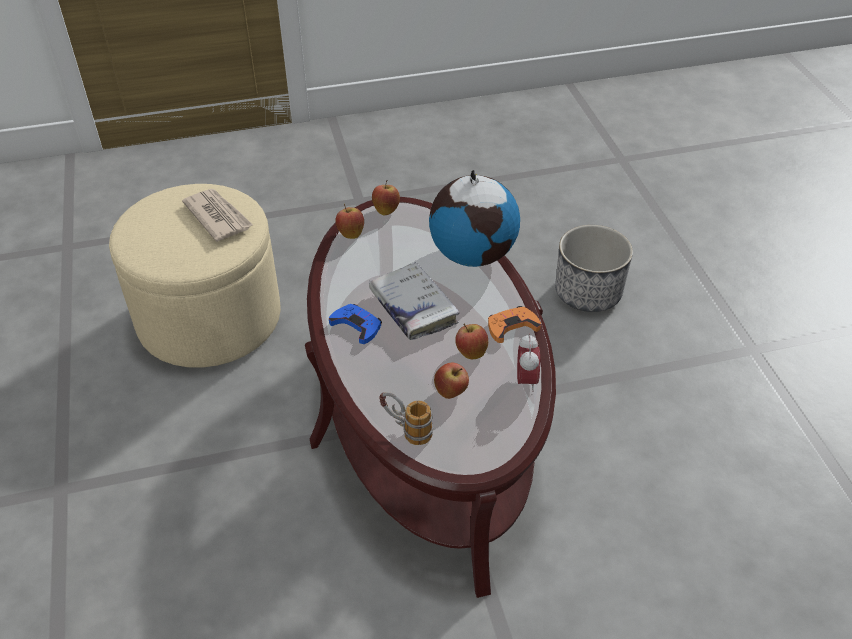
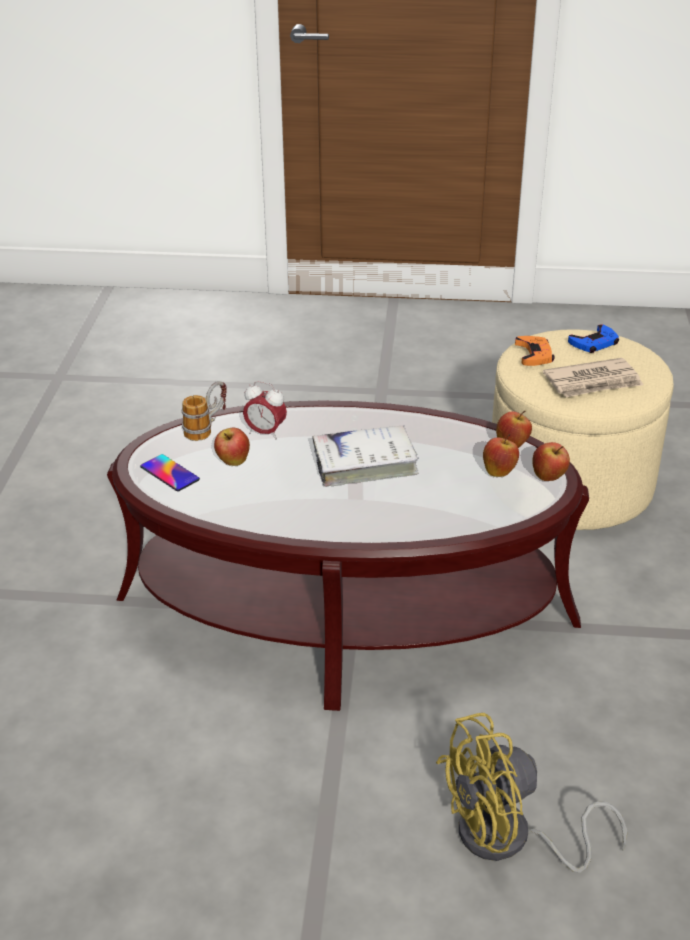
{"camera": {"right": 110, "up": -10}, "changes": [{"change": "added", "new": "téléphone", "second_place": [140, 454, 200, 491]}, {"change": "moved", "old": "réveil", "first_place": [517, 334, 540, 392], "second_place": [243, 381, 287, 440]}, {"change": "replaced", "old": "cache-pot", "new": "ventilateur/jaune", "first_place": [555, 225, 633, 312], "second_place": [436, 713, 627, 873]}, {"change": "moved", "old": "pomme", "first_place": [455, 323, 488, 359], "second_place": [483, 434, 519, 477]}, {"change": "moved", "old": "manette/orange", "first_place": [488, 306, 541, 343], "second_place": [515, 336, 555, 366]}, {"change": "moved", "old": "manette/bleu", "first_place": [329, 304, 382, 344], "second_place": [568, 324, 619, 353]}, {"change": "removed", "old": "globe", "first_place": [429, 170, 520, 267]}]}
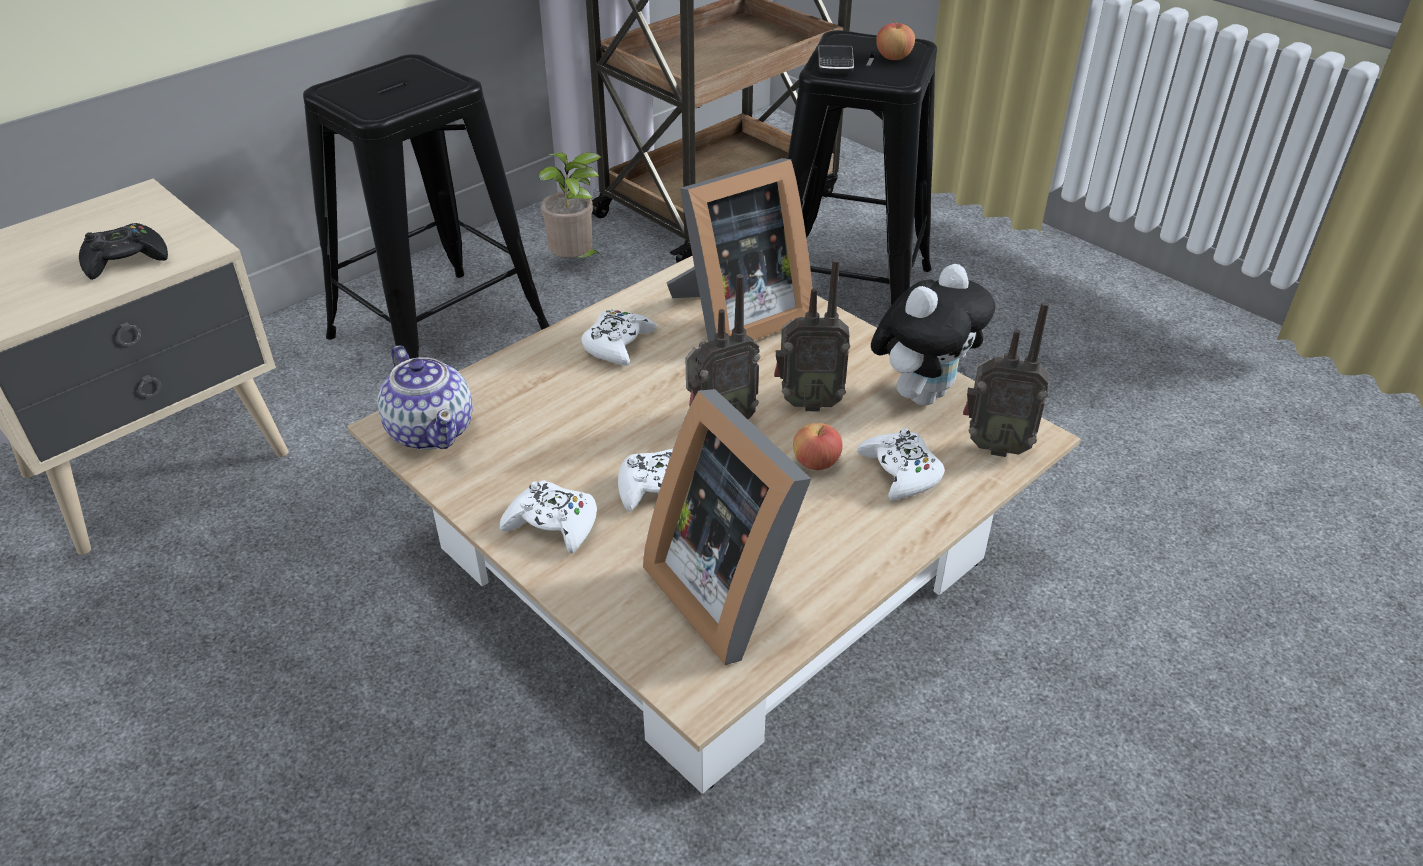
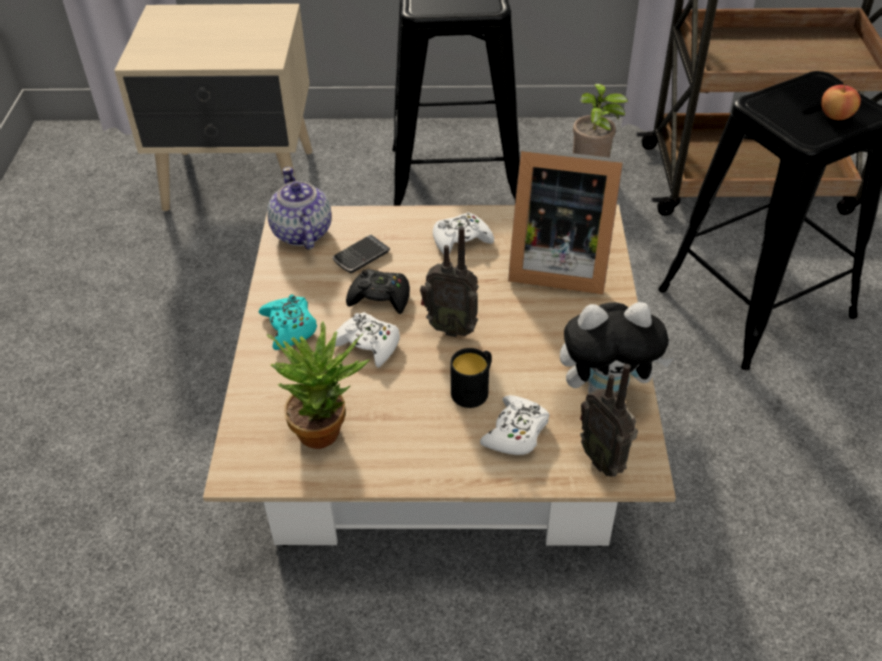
{"camera": {"right": 45, "up": 5}, "changes": [{"change": "recoloured", "old": "manette/blanc", "new": "manette/turquoise", "first_place": [500, 480, 597, 554], "second_place": [259, 294, 317, 350]}, {"change": "turned", "old": "théière", "first_place": [377, 346, 473, 450], "second_place": [267, 167, 331, 250], "degrees": 150}, {"change": "replaced", "old": "cadre photo", "new": "plante en pot", "first_place": [643, 389, 811, 665], "second_place": [267, 321, 370, 449]}, {"change": "moved", "old": "téléphone", "first_place": [818, 45, 854, 74], "second_place": [333, 235, 390, 273]}, {"change": "moved", "old": "manette/noir", "first_place": [79, 223, 168, 280], "second_place": [346, 269, 410, 314]}, {"change": "replaced", "old": "pomme", "new": "mug/noir", "first_place": [793, 423, 843, 470], "second_place": [450, 348, 492, 408]}, {"change": "removed", "old": "radio", "first_place": [774, 259, 850, 412]}]}
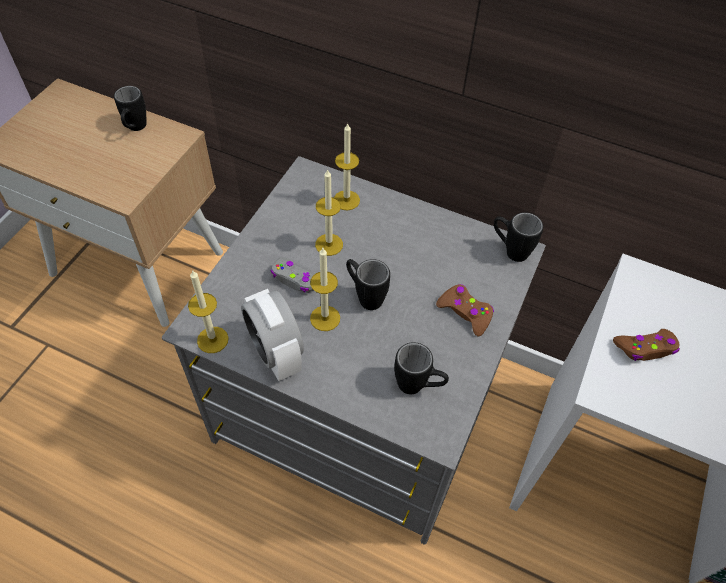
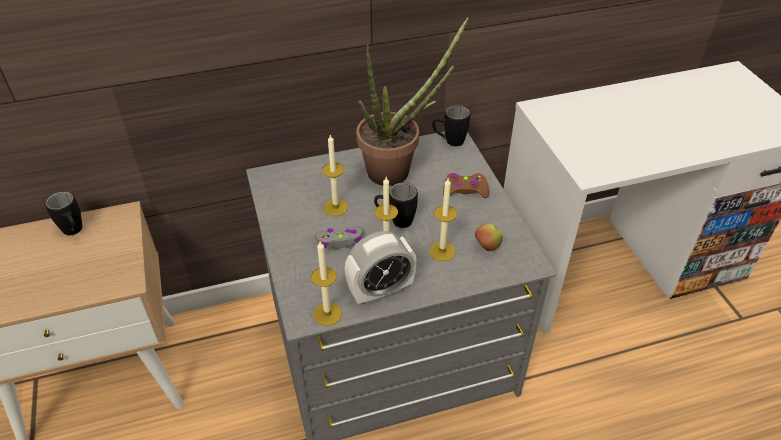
{"camera": {"right": -40, "up": -10}, "changes": [{"change": "turned", "old": "réveil", "first_place": [241, 289, 304, 381], "second_place": [345, 231, 417, 305], "degrees": -45}, {"change": "added", "new": "plante en pot", "second_place": [356, 17, 468, 186]}, {"change": "moved", "old": "bougie", "first_place": [334, 123, 360, 210], "second_place": [429, 178, 457, 261]}, {"change": "replaced", "old": "mug/noir", "new": "pomme", "first_place": [394, 342, 449, 394], "second_place": [475, 224, 503, 251]}, {"change": "removed", "old": "manette/marron", "first_place": [613, 329, 680, 361]}]}
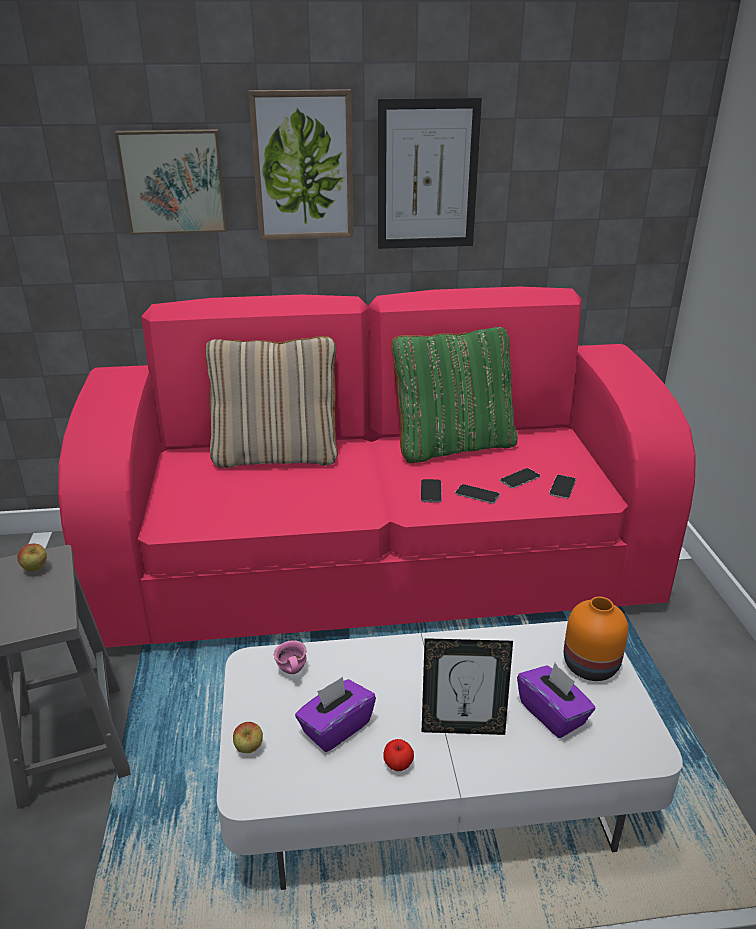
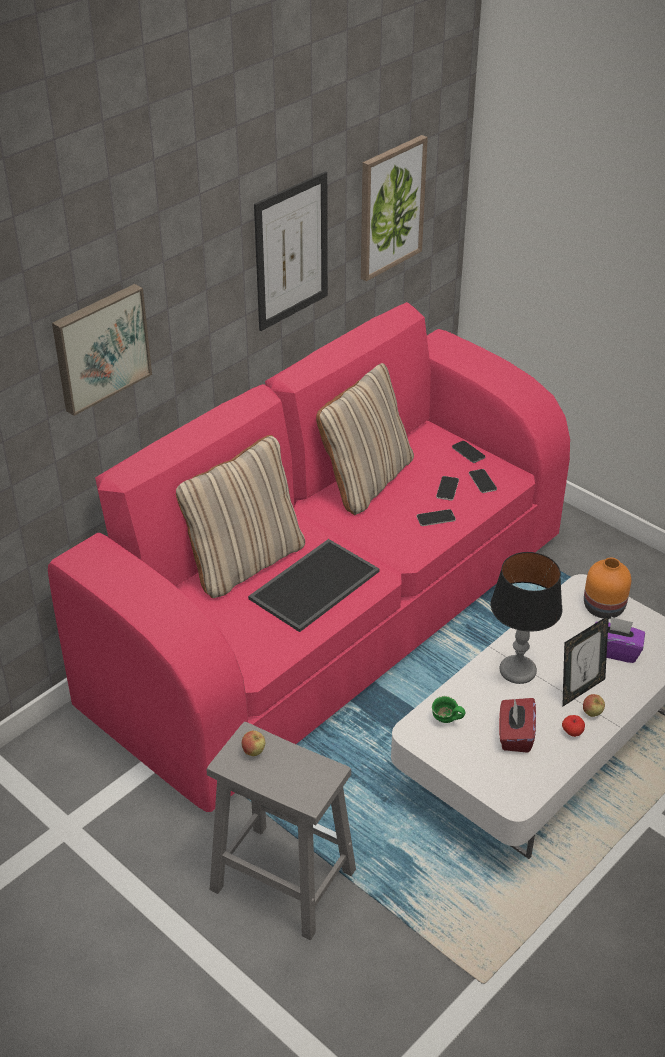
{"camera": {"right": -40, "up": 10}, "changes": [{"change": "added", "new": "plateau", "second_place": [248, 539, 379, 632]}, {"change": "recoloured", "old": "coussin/vert", "new": "coussin/beige", "first_place": [392, 327, 518, 463], "second_place": [316, 363, 414, 515]}, {"change": "moved", "old": "tableau", "first_place": [248, 89, 354, 240], "second_place": [361, 135, 428, 281]}, {"change": "recoloured", "old": "mug/rose", "new": "mug/vert", "first_place": [274, 640, 307, 674], "second_place": [432, 696, 466, 723]}, {"change": "moved", "old": "téléphone", "first_place": [421, 479, 442, 503], "second_place": [452, 441, 485, 463]}, {"change": "added", "new": "lampe de table", "second_place": [491, 552, 563, 684]}, {"change": "recoloured", "old": "boîte à mouchoirs/violet", "new": "boîte à mouchoirs/rouge", "first_place": [295, 677, 376, 752], "second_place": [499, 698, 536, 753]}, {"change": "moved", "old": "pomme", "first_place": [233, 722, 263, 753], "second_place": [583, 694, 605, 717]}]}
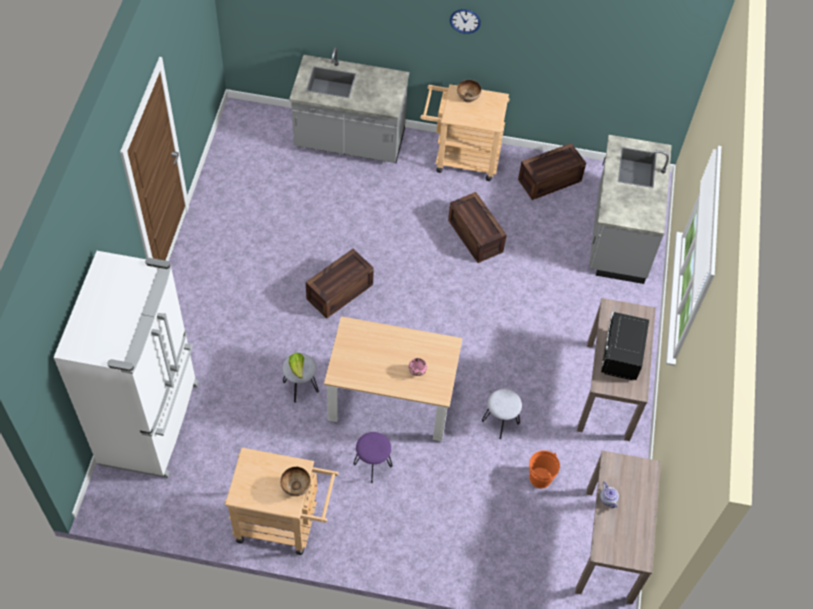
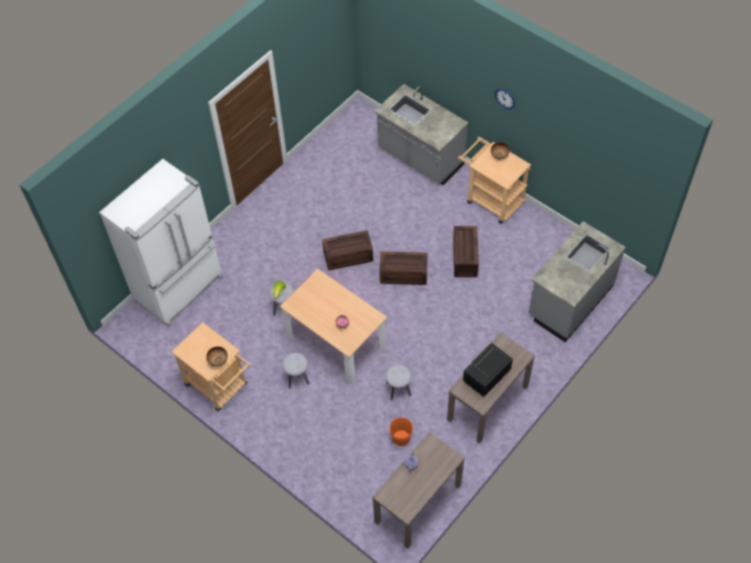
{"camera": {"right": 35, "up": 0}, "changes": [{"change": "recoloured", "old": "tabouret/violet", "new": "tabouret/gris", "first_place": [353, 432, 393, 483], "second_place": [282, 353, 309, 389]}, {"change": "moved", "old": "caisse", "first_place": [518, 143, 586, 200], "second_place": [380, 251, 427, 285]}]}
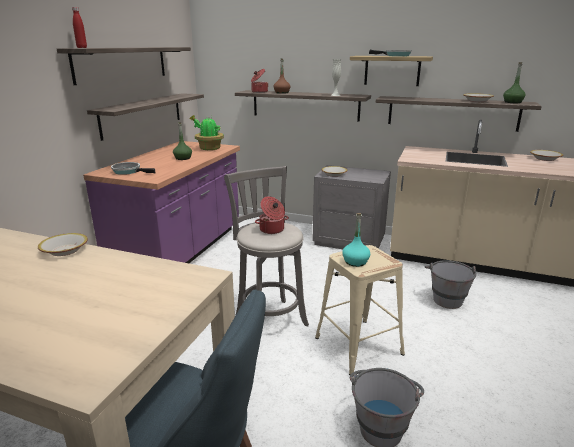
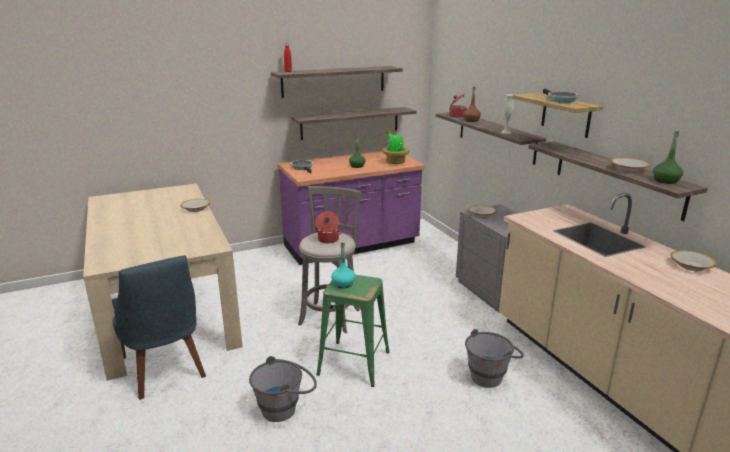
{"camera": {"right": 45, "up": 0}, "changes": [{"change": "recoloured", "old": "tabouret/beige", "new": "tabouret/vert", "first_place": [315, 245, 405, 375], "second_place": [316, 275, 390, 387]}]}
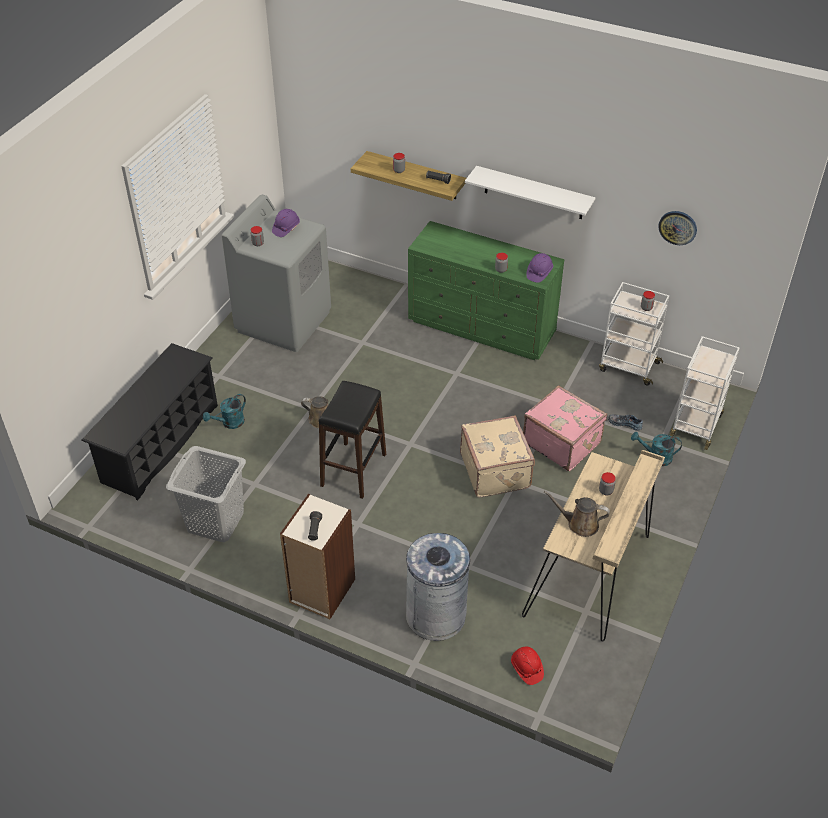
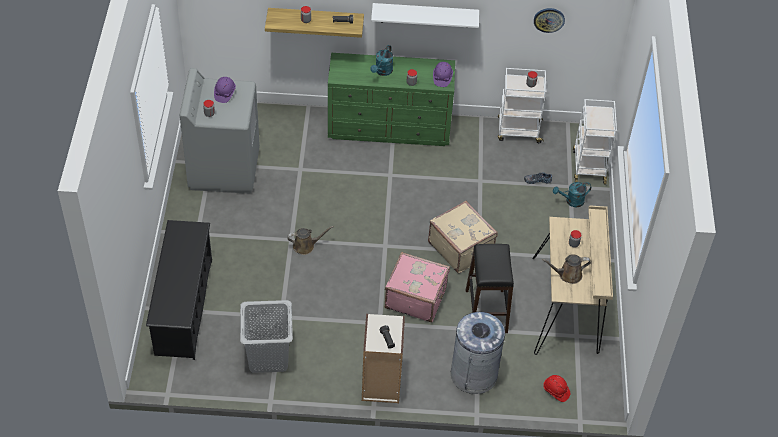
{"camera": {"right": -25, "up": 5}, "changes": [{"change": "moved", "old": "arrosoir/turquoise", "first_place": [203, 394, 246, 429], "second_place": [370, 45, 393, 76]}, {"change": "moved", "old": "valise/rose", "first_place": [523, 385, 607, 471], "second_place": [385, 252, 450, 322]}, {"change": "moved", "old": "tabouret/noir", "first_place": [319, 381, 386, 499], "second_place": [466, 244, 514, 333]}]}
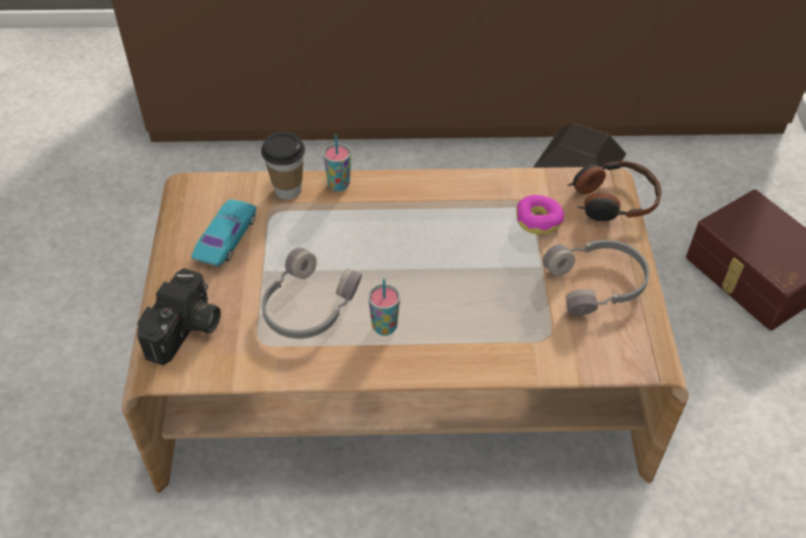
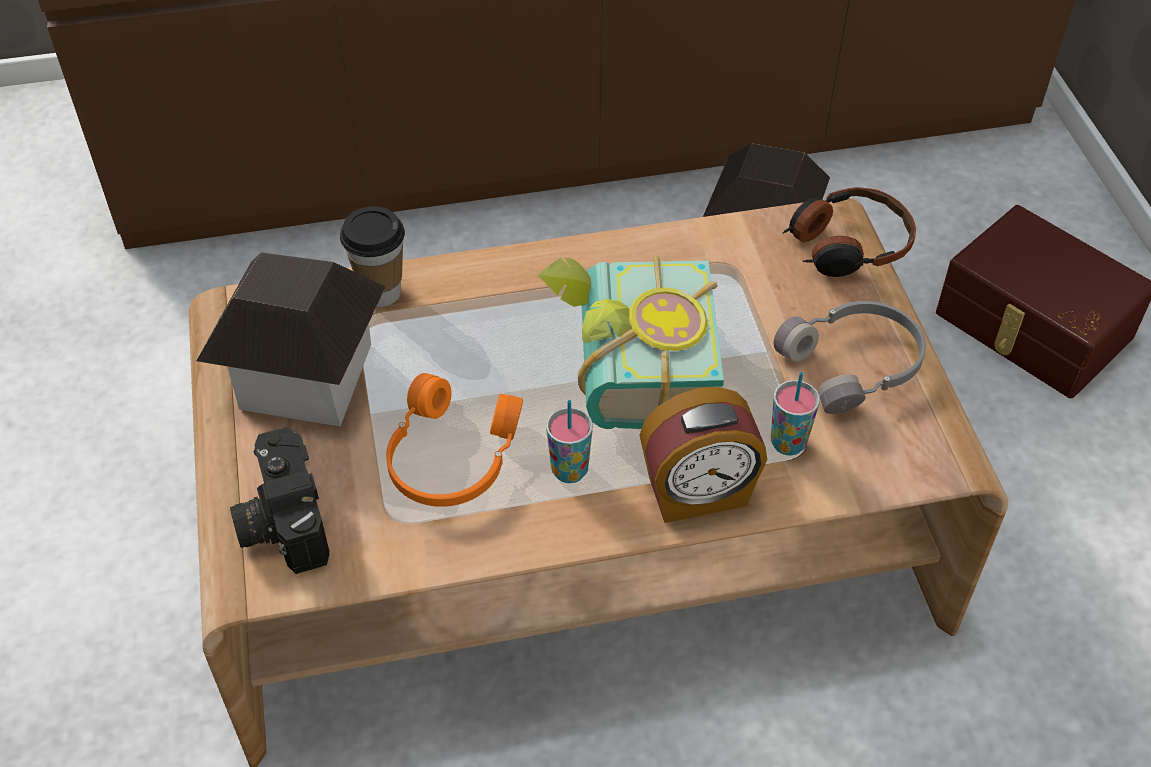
{"camera": {"right": -10, "up": 0}, "changes": [{"change": "replaced", "old": "petite voiture/turquoise", "new": "maison miniature", "first_place": [191, 199, 256, 267], "second_place": [196, 252, 386, 426]}, {"change": "turned", "old": "appareil photo", "first_place": [137, 268, 221, 366], "second_place": [230, 427, 330, 574], "degrees": 150}, {"change": "recoloured", "old": "casque audio/gris", "new": "casque audio/orange", "first_place": [262, 247, 362, 339], "second_place": [386, 373, 523, 507]}, {"change": "added", "new": "livre", "second_place": [537, 255, 724, 429]}, {"change": "added", "new": "réveil", "second_place": [639, 387, 767, 523]}, {"change": "moved", "old": "tasse", "first_place": [323, 134, 351, 191], "second_place": [771, 372, 820, 456]}, {"change": "removed", "old": "beignet", "first_place": [516, 195, 564, 235]}]}
